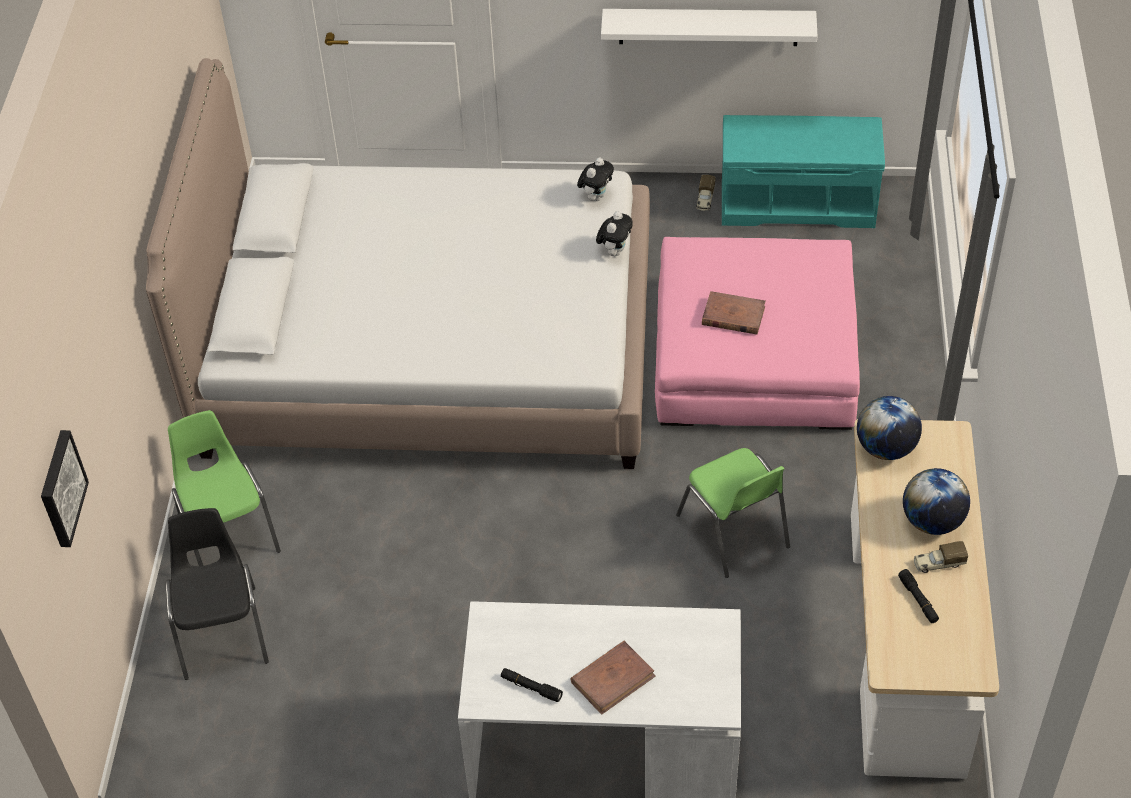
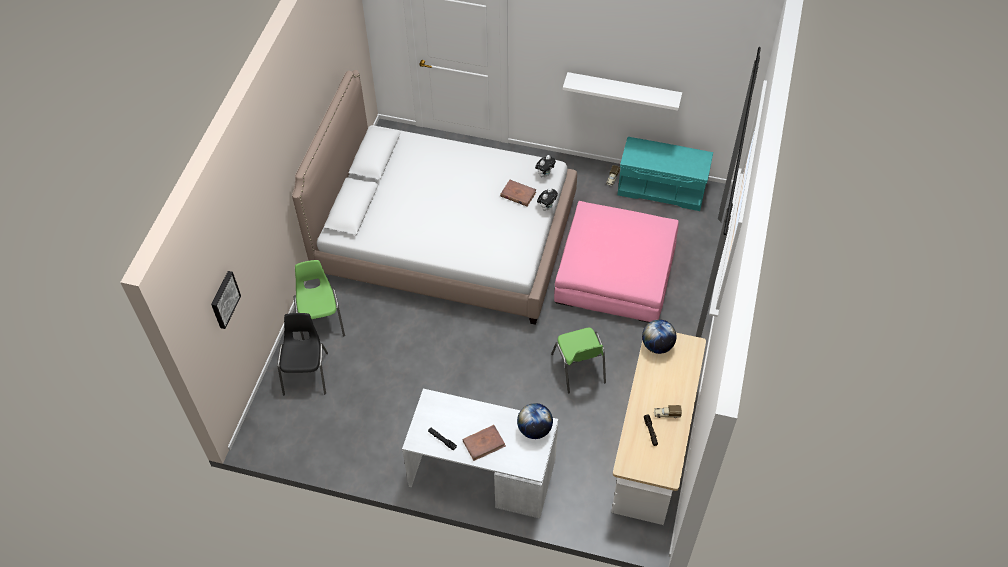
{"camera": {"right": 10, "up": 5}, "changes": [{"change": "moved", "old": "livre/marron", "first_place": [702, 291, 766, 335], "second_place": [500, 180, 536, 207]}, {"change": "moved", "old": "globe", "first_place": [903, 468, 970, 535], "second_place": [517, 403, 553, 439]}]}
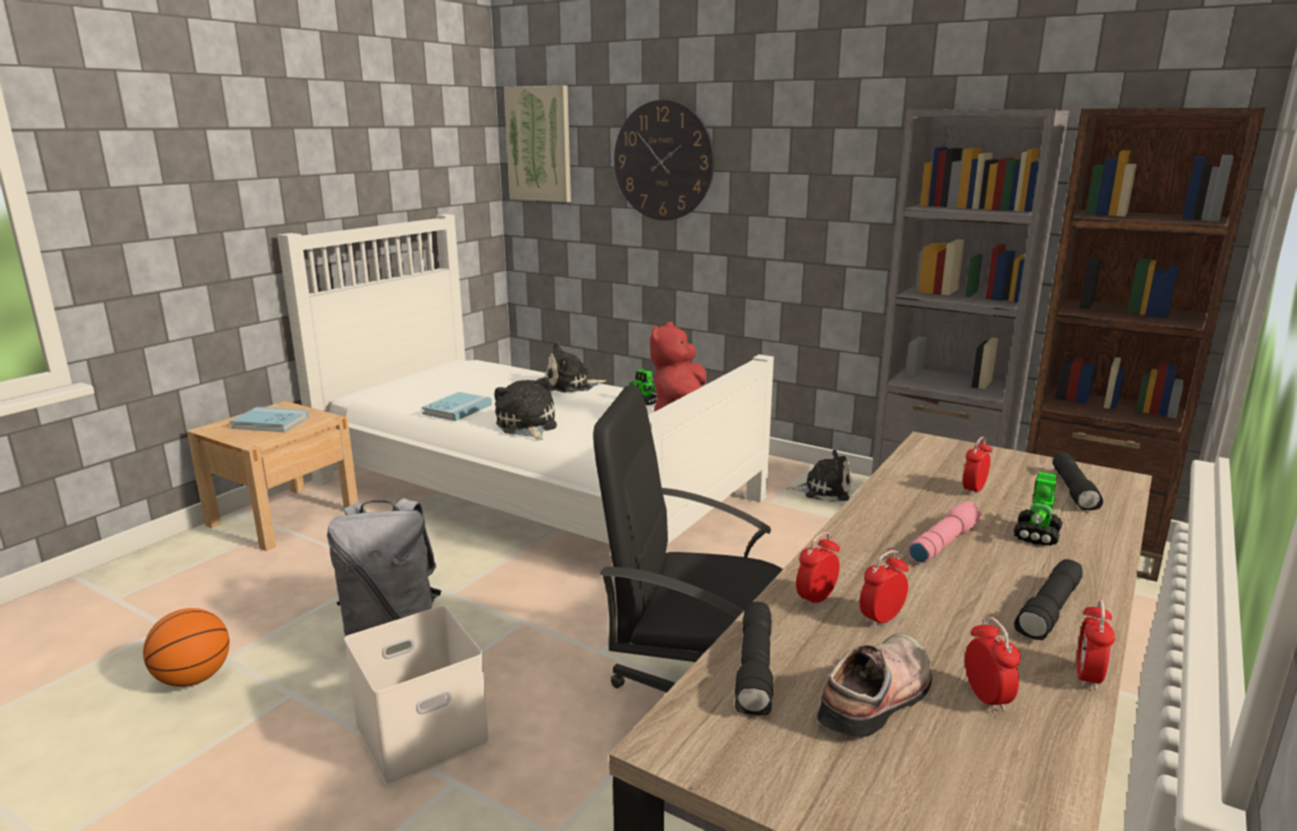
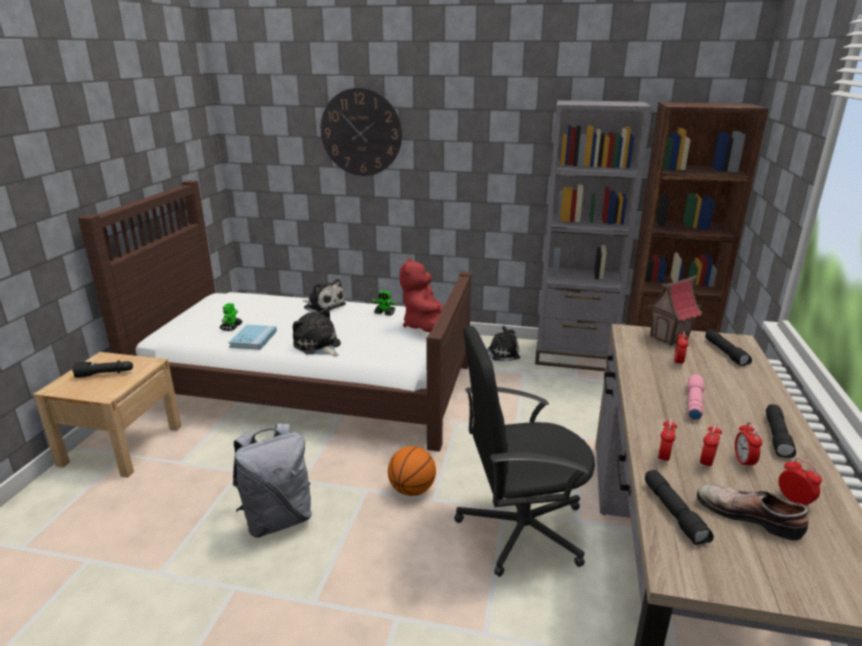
{"camera": {"right": -20, "up": 5}, "changes": [{"change": "replaced", "old": "livre/bleu", "new": "lampe de poche/noir", "first_place": [230, 407, 309, 432], "second_place": [72, 360, 133, 378]}, {"change": "recoloured", "old": "lit/blanc", "new": "lit/marron", "first_place": [277, 214, 774, 544], "second_place": [78, 180, 472, 452]}, {"change": "moved", "old": "robot jouet", "first_place": [1013, 472, 1063, 546], "second_place": [220, 303, 242, 331]}, {"change": "turned", "old": "peluche", "first_place": [545, 342, 606, 393], "second_place": [303, 279, 346, 312], "degrees": -105}, {"change": "moved", "old": "ballon de basket", "first_place": [143, 608, 230, 687], "second_place": [388, 446, 436, 496]}, {"change": "added", "new": "maison miniature", "second_place": [647, 275, 702, 346]}, {"change": "turned", "old": "chaussure", "first_place": [817, 633, 932, 737], "second_place": [697, 484, 809, 540], "degrees": -75}, {"change": "moved", "old": "réveil", "first_place": [1077, 599, 1115, 691], "second_place": [735, 422, 762, 469]}, {"change": "removed", "old": "boîte de rangement/blanc", "first_place": [344, 606, 490, 786]}, {"change": "removed", "old": "tableau", "first_place": [504, 85, 571, 202]}]}
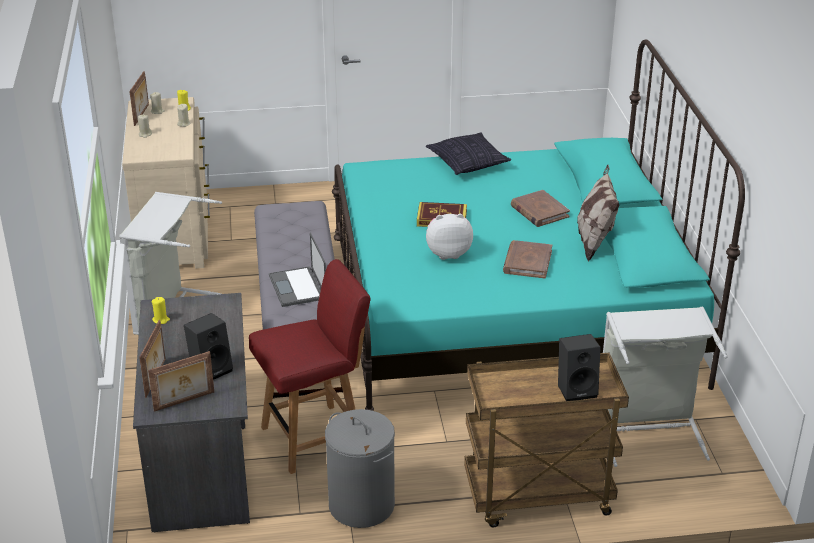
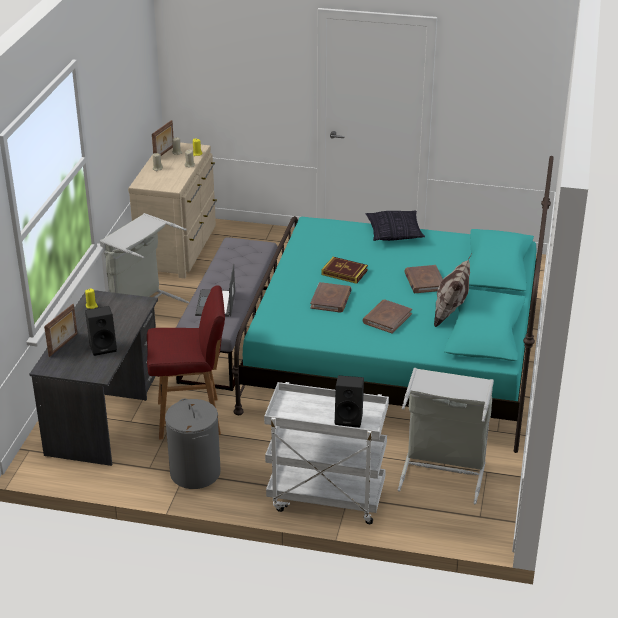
{"camera": {"right": 20, "up": 0}, "changes": [{"change": "recoloured", "old": "chariot/marron", "new": "chariot/blanc", "first_place": [464, 353, 629, 528], "second_place": [264, 382, 389, 524]}, {"change": "replaced", "old": "peluche", "new": "livre/marron", "first_place": [426, 214, 473, 260], "second_place": [310, 282, 352, 313]}, {"change": "removed", "old": "cadre photo", "first_place": [148, 351, 214, 412]}]}
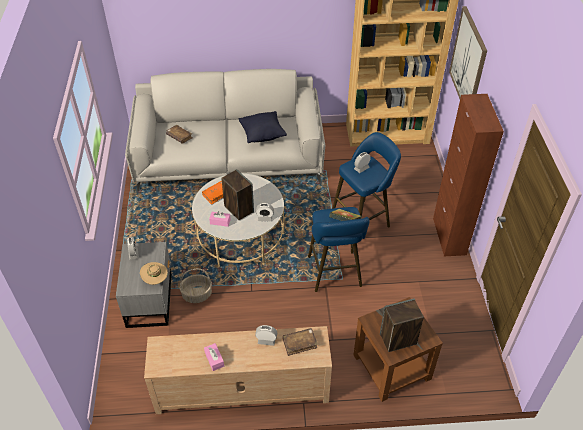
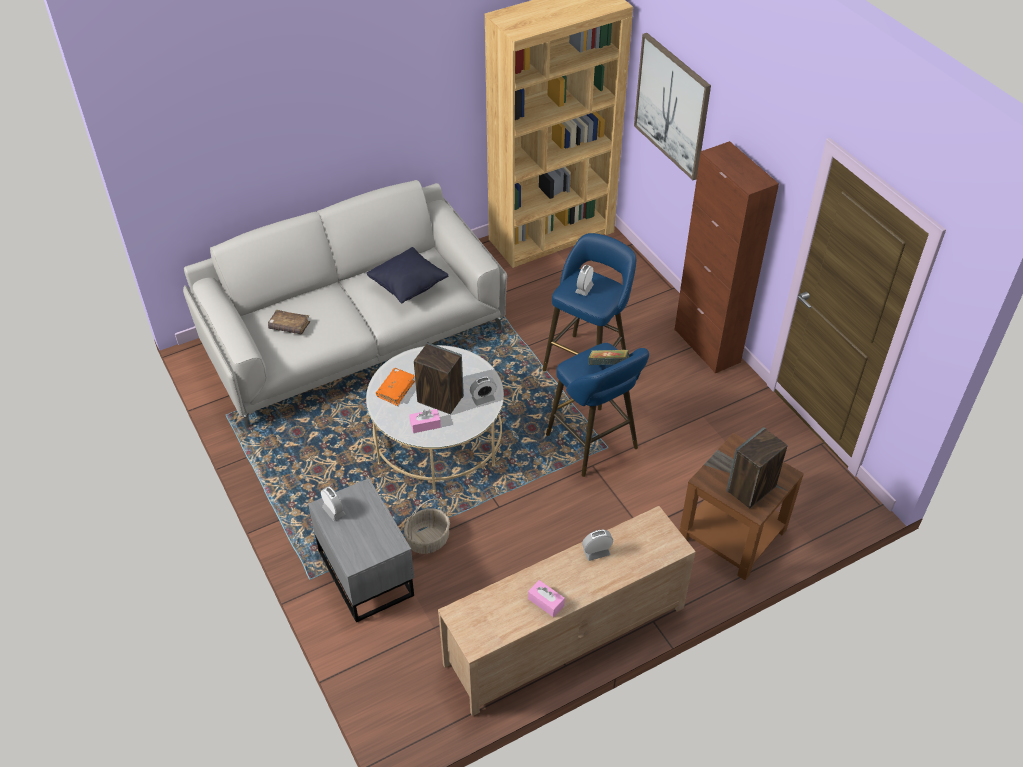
{"camera": {"right": -25, "up": 0}, "changes": [{"change": "removed", "old": "chapeau/beige", "first_place": [140, 262, 168, 285]}, {"change": "removed", "old": "livre/marron", "first_place": [283, 328, 318, 356]}]}
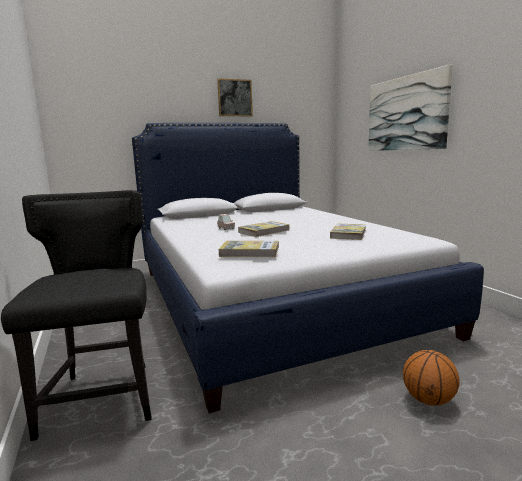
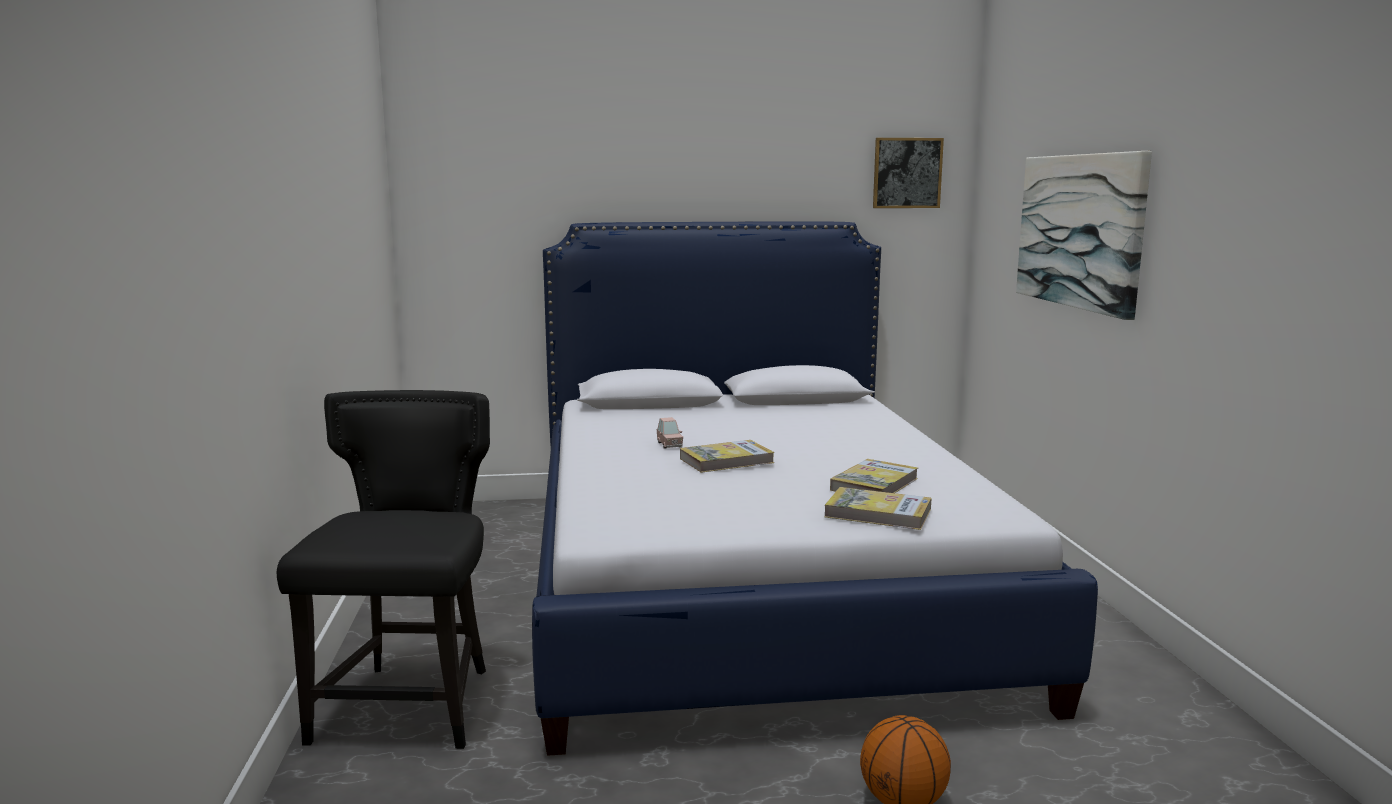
{"camera": {"right": 15, "up": 0}, "changes": [{"change": "moved", "old": "livre", "first_place": [218, 241, 279, 257], "second_place": [825, 487, 931, 530]}, {"change": "moved", "old": "tableau", "first_place": [217, 78, 253, 116], "second_place": [873, 138, 944, 208]}]}
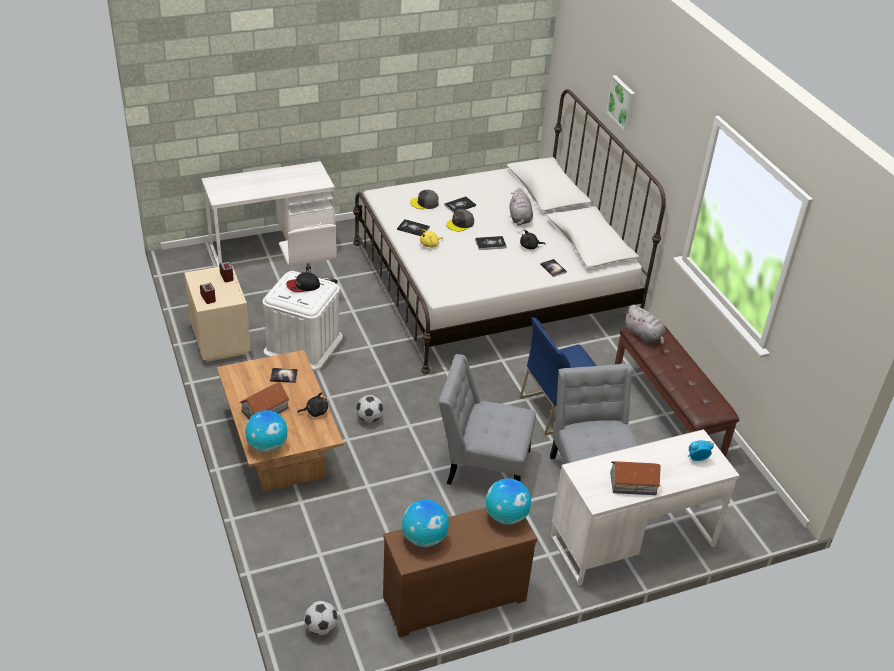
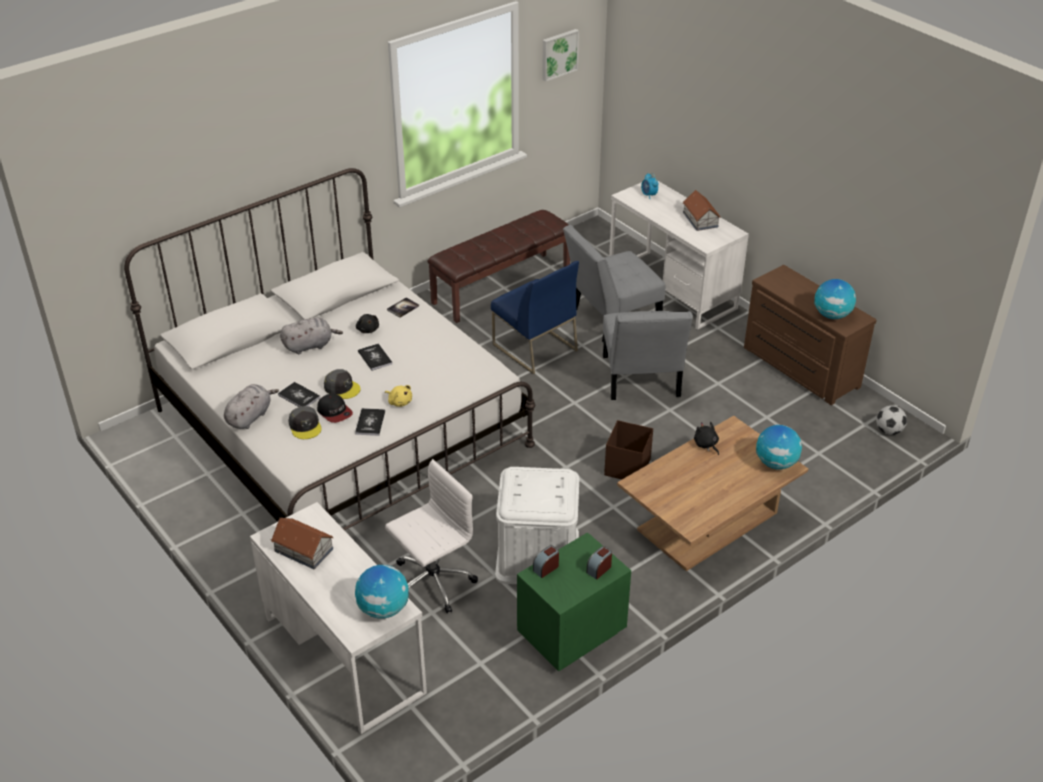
{"camera": {"right": -105, "up": 0}, "changes": [{"change": "moved", "old": "peluche/gris", "first_place": [625, 305, 665, 345], "second_place": [224, 384, 279, 429]}, {"change": "moved", "old": "maison miniature", "first_place": [240, 382, 290, 419], "second_place": [271, 518, 334, 569]}, {"change": "moved", "old": "casquette", "first_place": [286, 272, 320, 292], "second_place": [317, 393, 353, 423]}, {"change": "moved", "old": "globe", "first_place": [485, 478, 531, 525], "second_place": [355, 565, 409, 619]}, {"change": "recoloured", "old": "table de chevet/beige", "new": "table de chevet/vert", "first_place": [184, 266, 251, 362], "second_place": [517, 532, 631, 671]}, {"change": "moved", "old": "tableau", "first_place": [606, 75, 635, 131], "second_place": [542, 29, 579, 82]}, {"change": "replaced", "old": "ballon de foot", "new": "boîte de rangement/marron", "first_place": [356, 395, 384, 422], "second_place": [604, 420, 653, 479]}, {"change": "removed", "old": "livre", "first_place": [270, 368, 298, 383]}]}
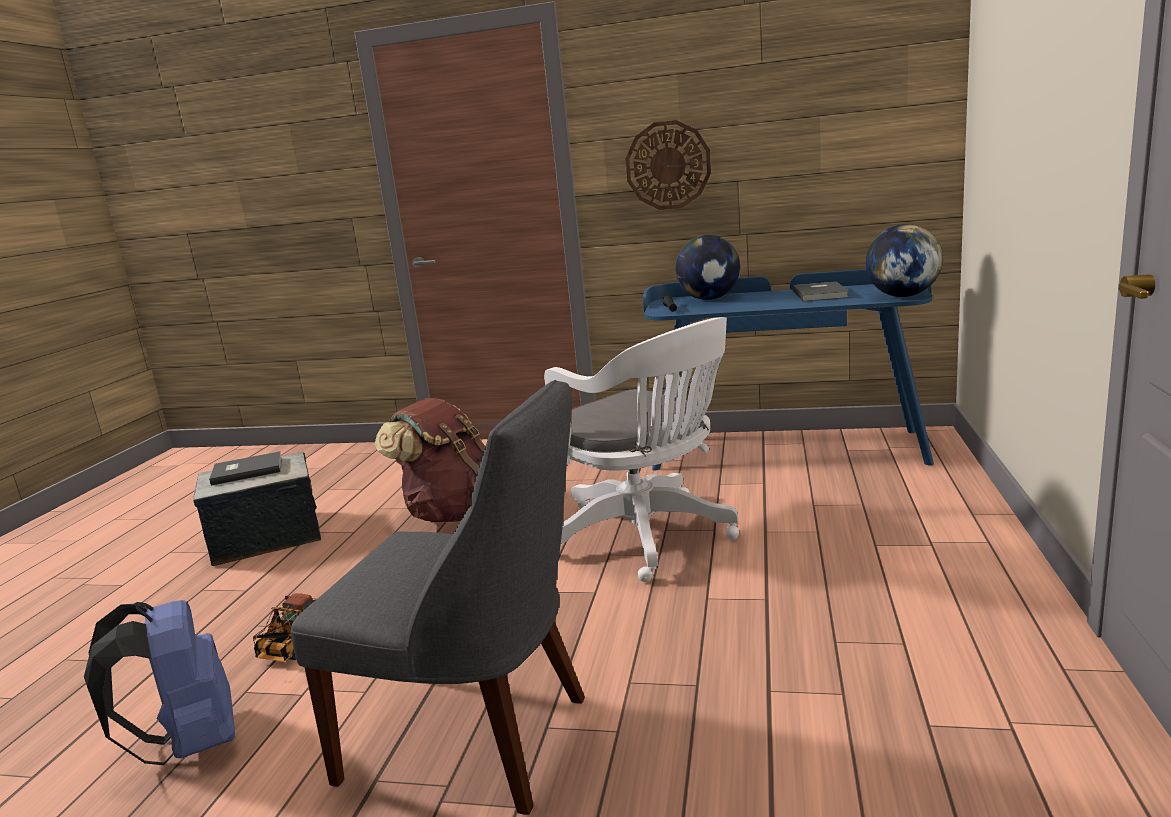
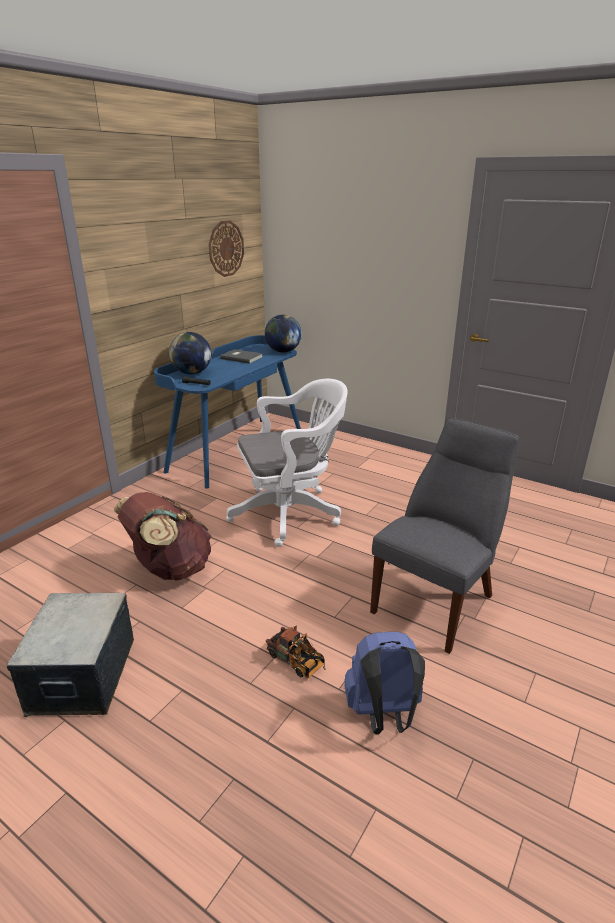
{"camera": {"right": -70, "up": 10}, "changes": [{"change": "moved", "old": "horloge murale", "first_place": [625, 120, 711, 210], "second_place": [209, 220, 244, 277]}, {"change": "removed", "old": "livre/gris", "first_place": [209, 451, 282, 486]}]}
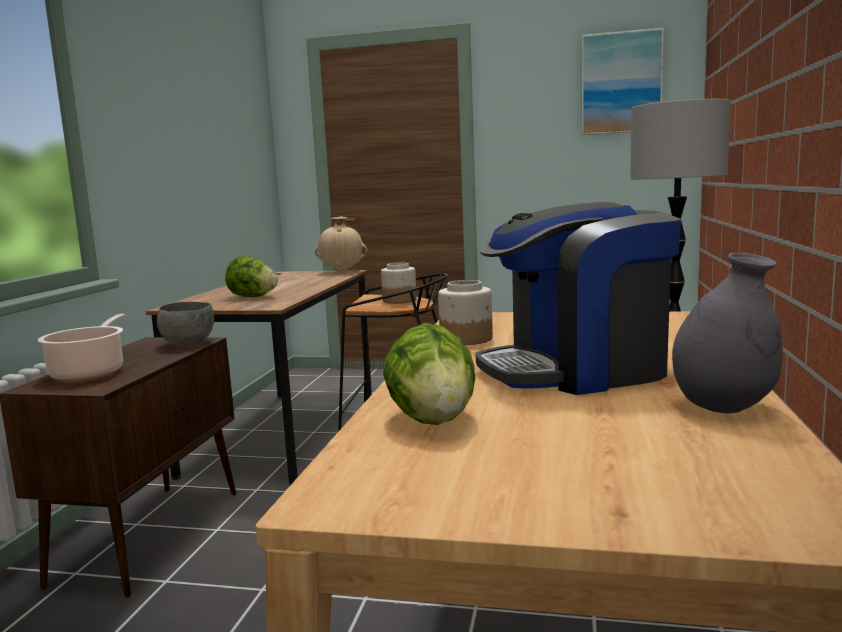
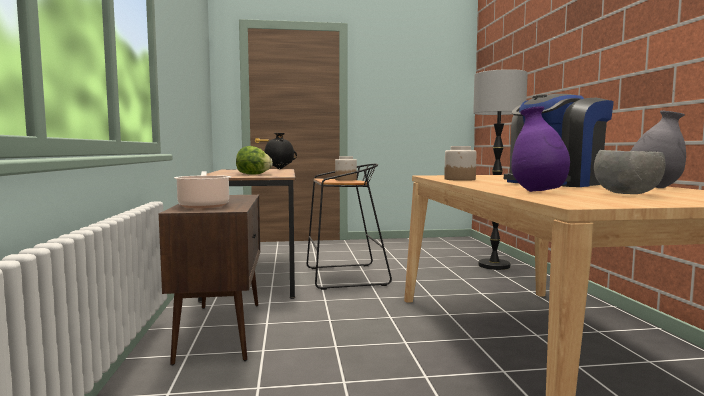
{"camera": {"right": -20, "up": -5}, "changes": [{"change": "recoloured", "old": "vase/beige", "new": "vase/noir", "first_place": [315, 217, 367, 272], "second_place": [264, 133, 297, 169]}, {"change": "replaced", "old": "laitue", "new": "vase/violet", "first_place": [383, 323, 475, 425], "second_place": [511, 106, 570, 192]}, {"change": "moved", "old": "bol/gris", "first_place": [157, 302, 214, 345], "second_place": [594, 150, 666, 194]}, {"change": "removed", "old": "tableau", "first_place": [582, 28, 664, 135]}]}
